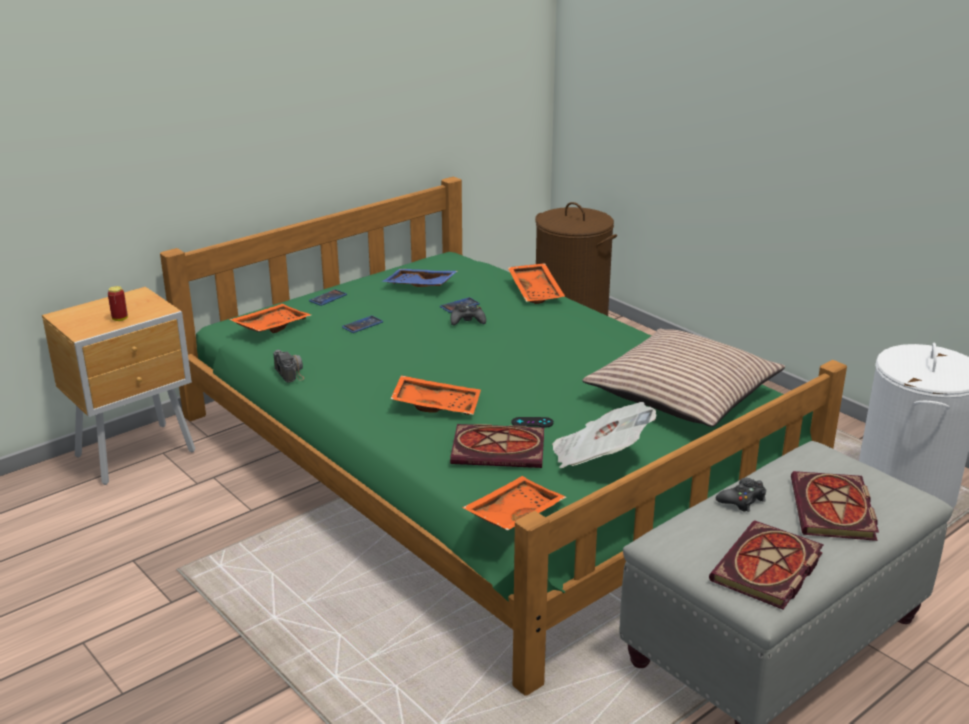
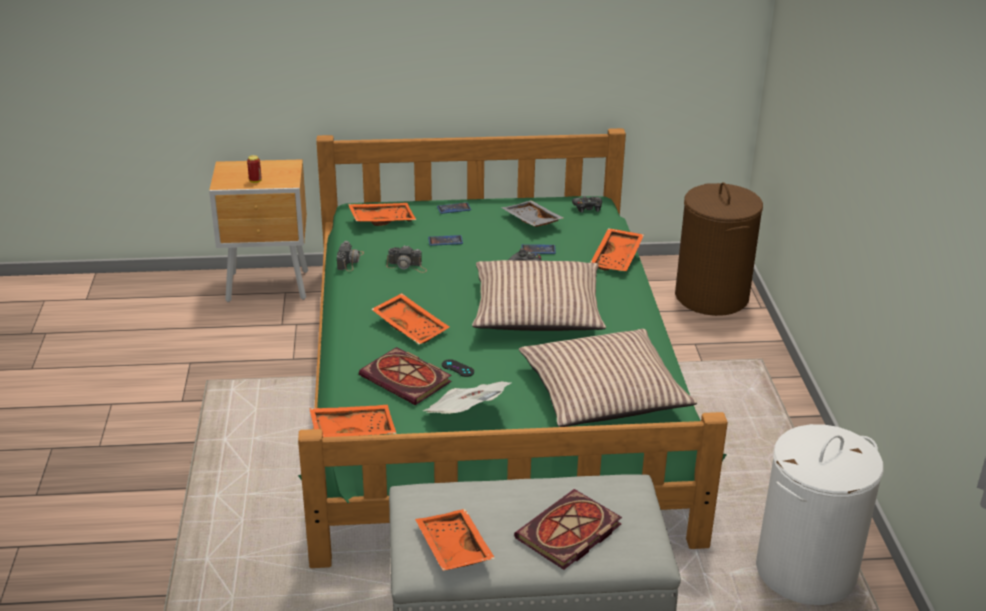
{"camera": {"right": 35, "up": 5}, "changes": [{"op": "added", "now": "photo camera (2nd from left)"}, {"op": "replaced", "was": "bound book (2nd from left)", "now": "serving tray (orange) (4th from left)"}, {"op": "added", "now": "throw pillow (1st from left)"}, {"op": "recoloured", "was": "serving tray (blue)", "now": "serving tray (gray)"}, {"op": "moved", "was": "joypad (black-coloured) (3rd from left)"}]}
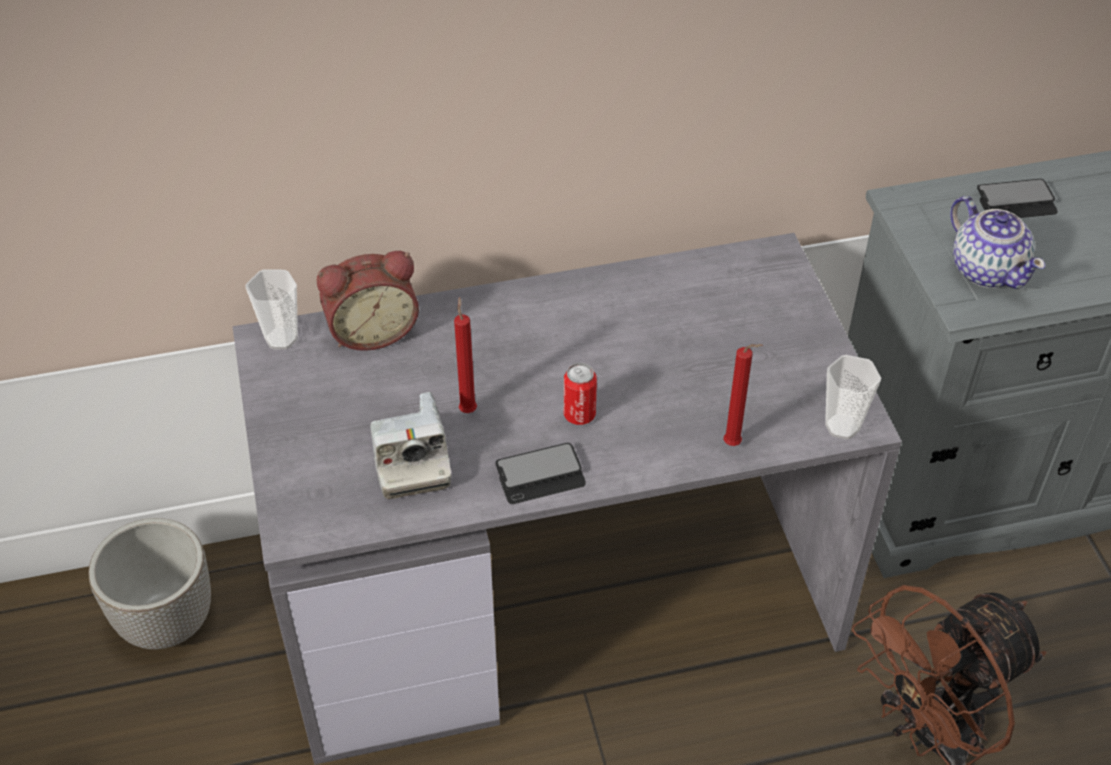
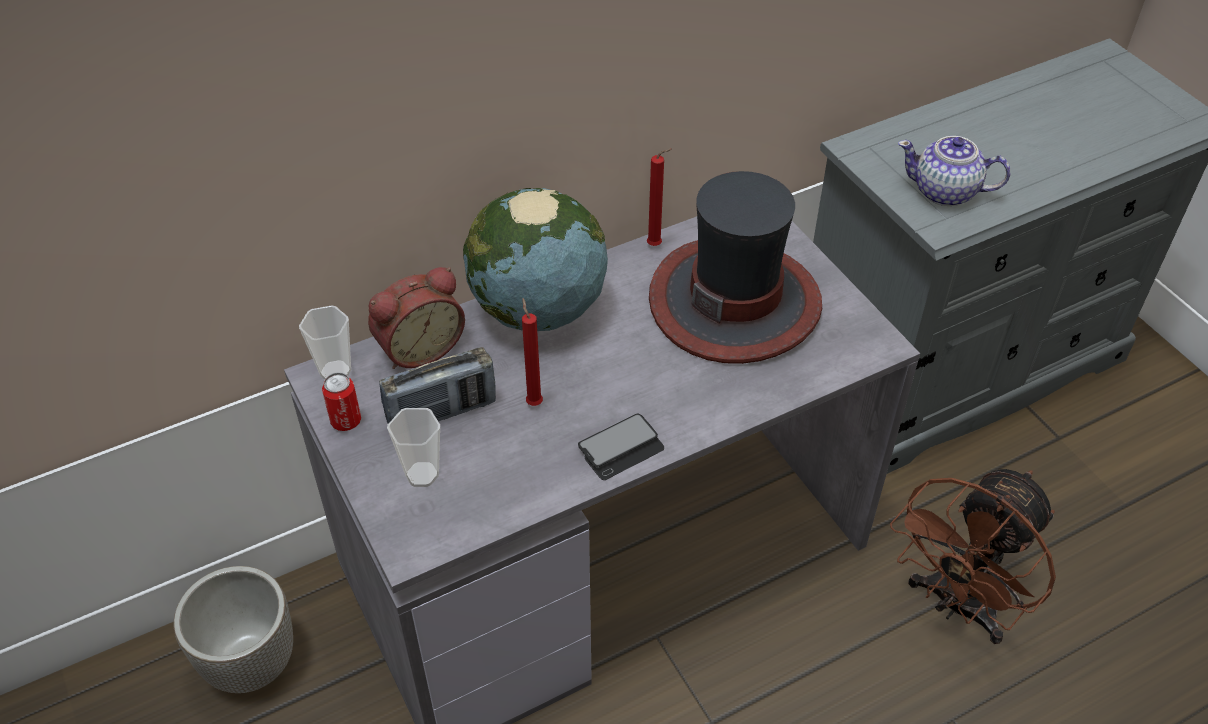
{"camera": {"right": -15, "up": 0}, "changes": [{"op": "moved", "was": "metal can"}, {"op": "added", "now": "radio set"}, {"op": "moved", "was": "cup (2nd from left)"}, {"op": "added", "now": "world globe"}, {"op": "moved", "was": "wax light (red-coloured) (2nd from left)"}, {"op": "added", "now": "clothing hat"}, {"op": "turned", "was": "teapot", "clockwise": 150}, {"op": "removed", "was": "photo camera"}, {"op": "removed", "was": "phone (2nd from left)"}]}
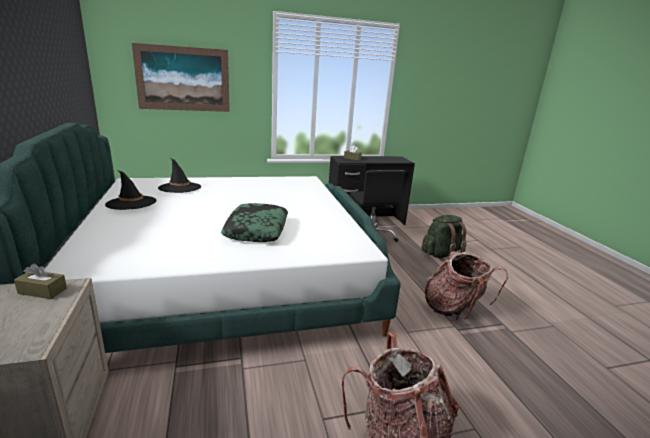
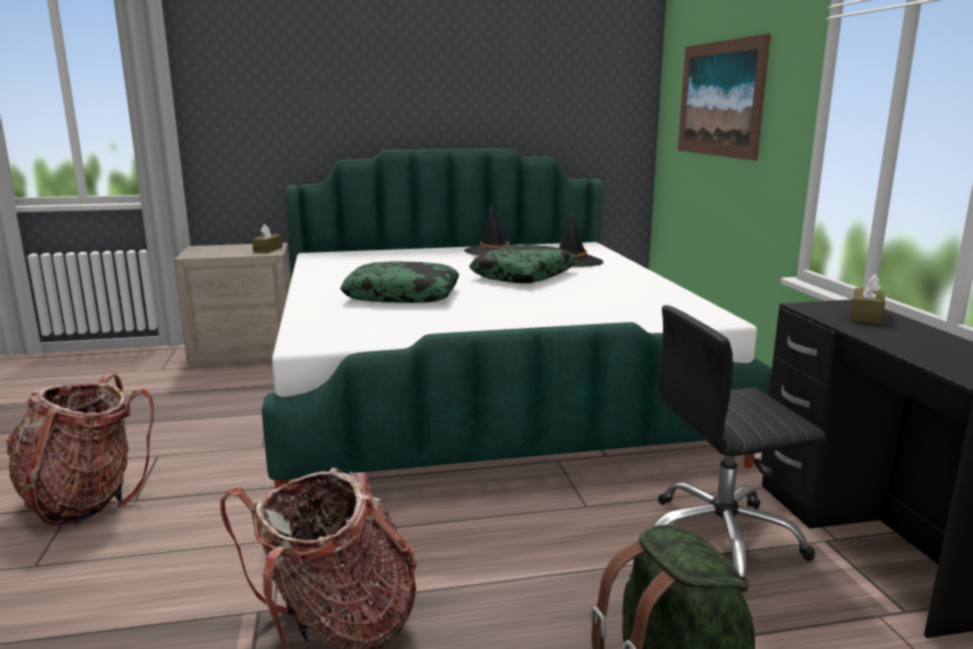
{"camera": {"right": 95, "up": -5}, "changes": [{"op": "added", "now": "throw pillow (2nd from left)"}]}
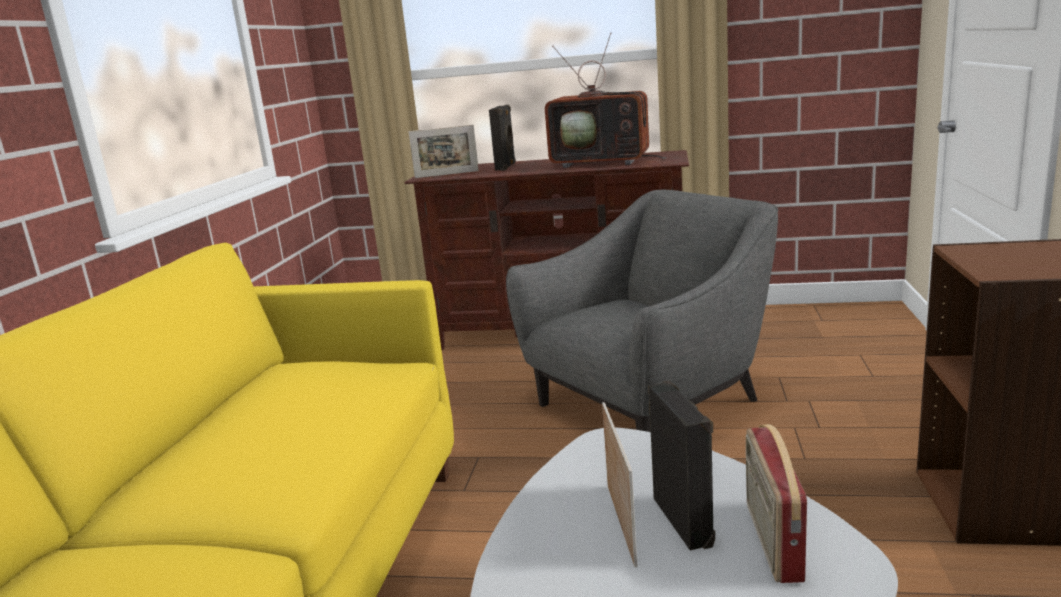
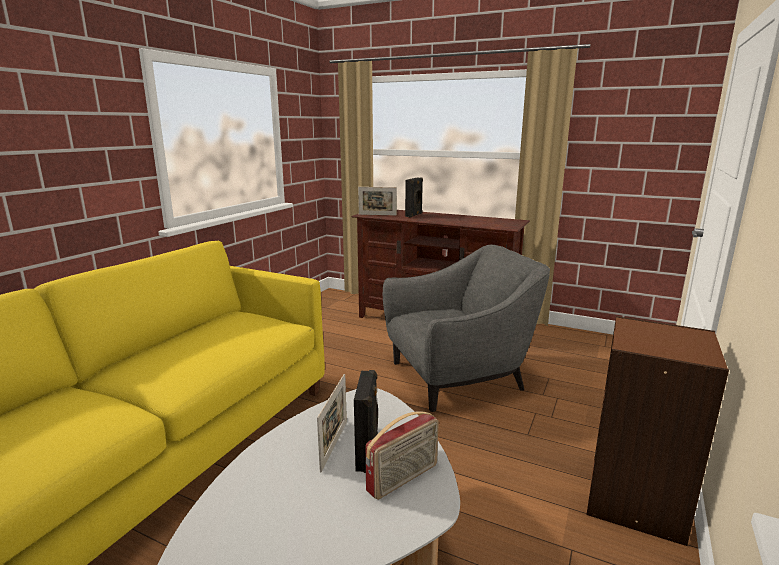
{"camera": {"right": 15, "up": 0}, "changes": [{"op": "turned", "was": "radio set", "clockwise": -150}, {"op": "removed", "was": "TV"}]}
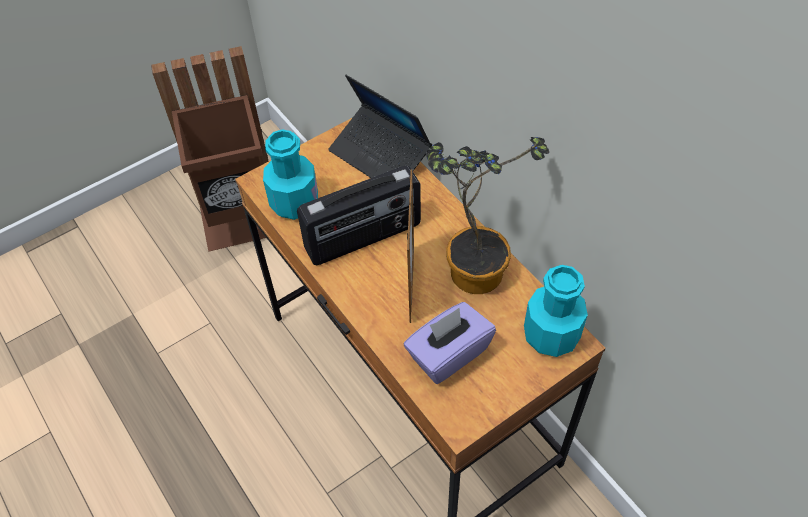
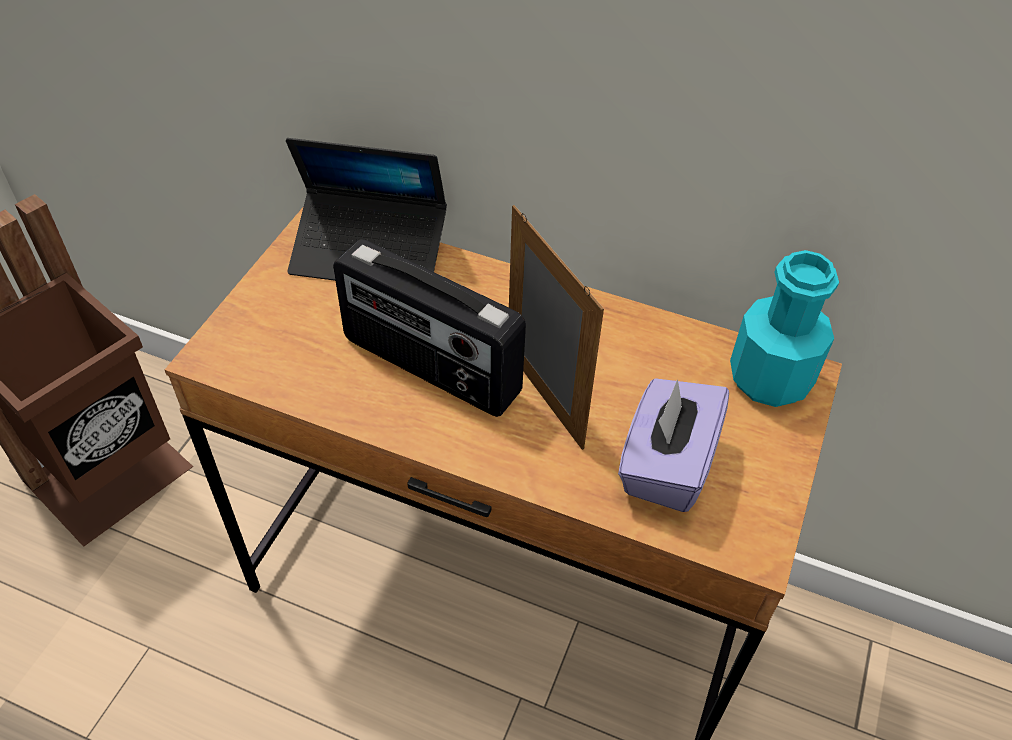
{"camera": {"right": -35, "up": -5}, "changes": [{"op": "turned", "was": "radio set", "clockwise": 90}, {"op": "removed", "was": "beverage bottle (turquoise-coloured) (1st from left)"}, {"op": "removed", "was": "houseplant"}]}
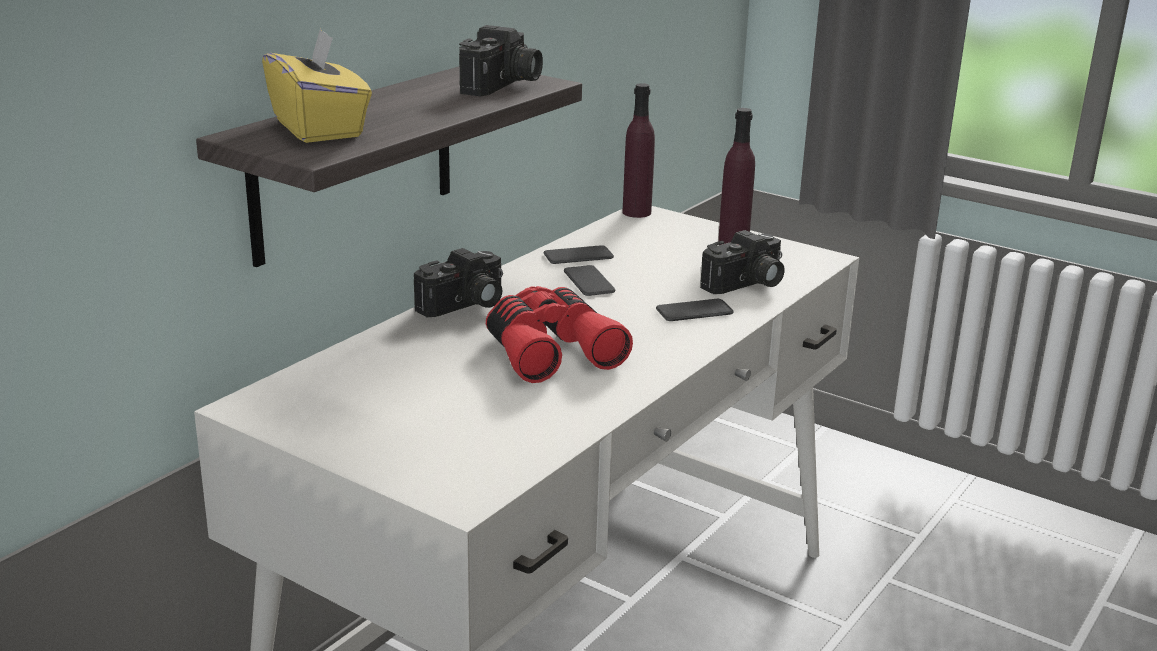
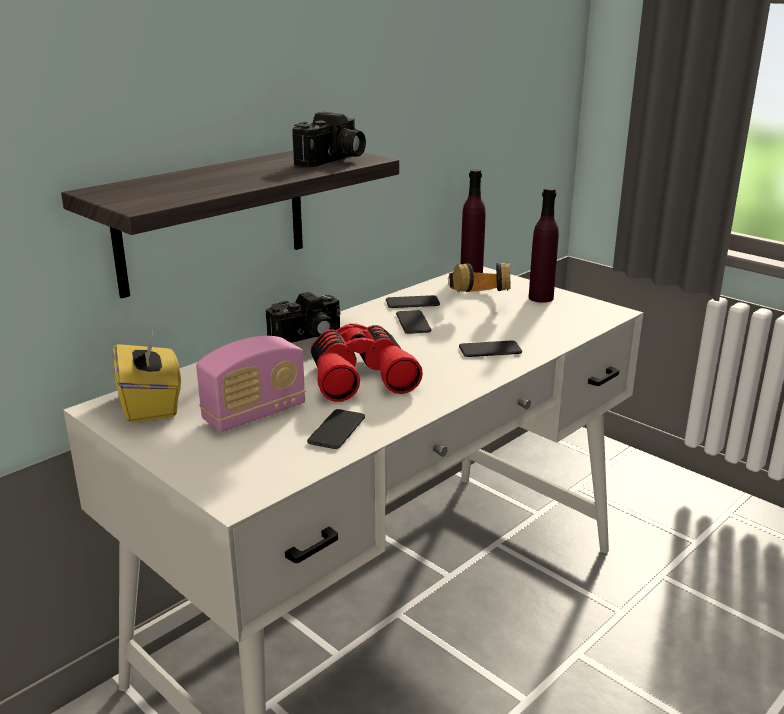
{"camera": {"right": 10, "up": 0}, "changes": [{"op": "moved", "was": "box of tissues (yellowish)"}, {"op": "added", "now": "radio set"}, {"op": "added", "now": "phone (1st from left)"}, {"op": "added", "now": "headphones"}, {"op": "removed", "was": "photo camera (3rd from left)"}]}
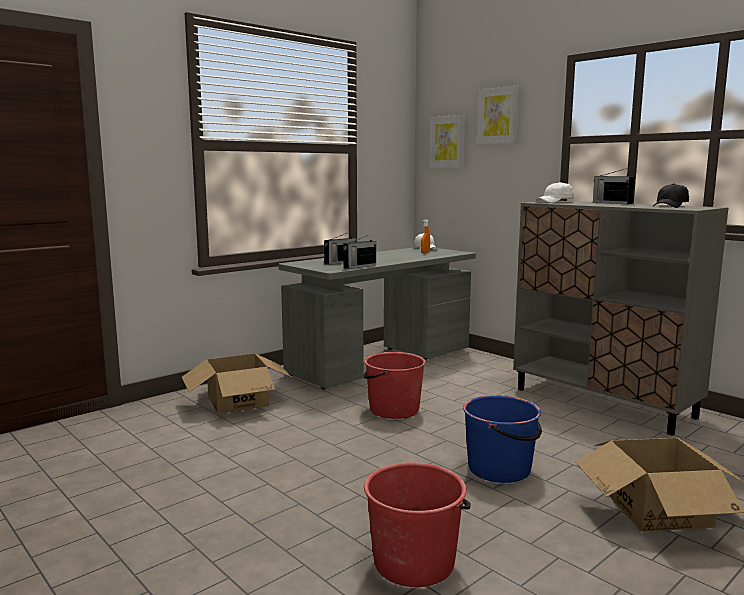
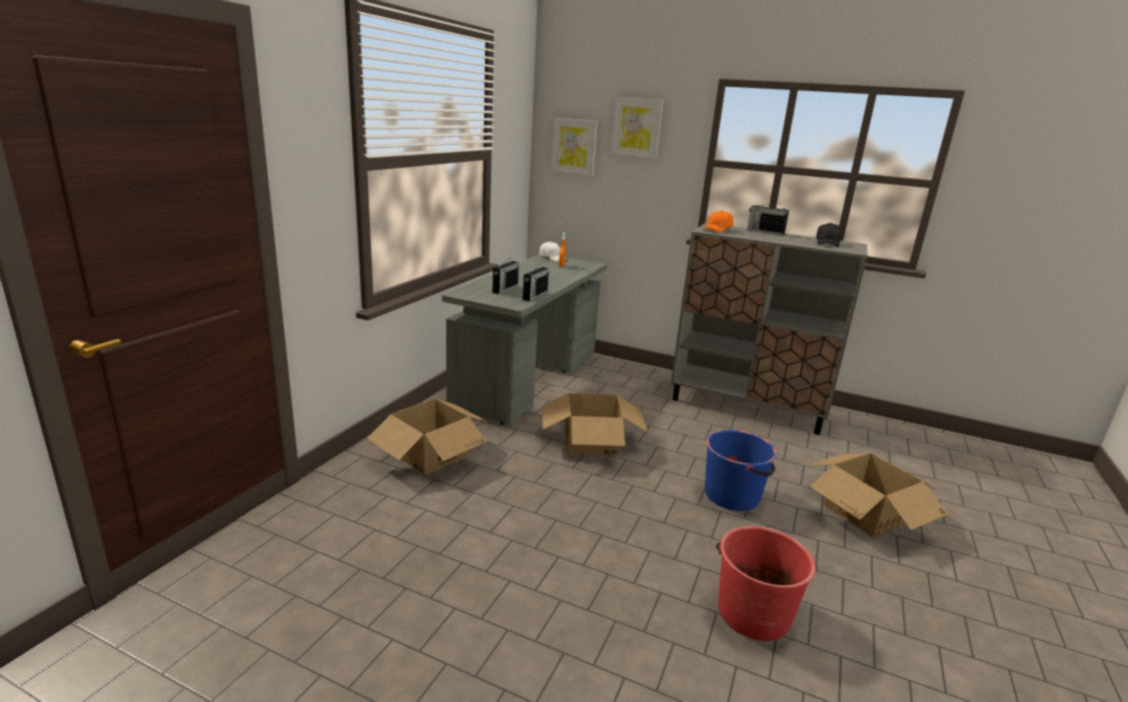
{"camera": {"right": -25, "up": 10}, "changes": [{"op": "replaced", "was": "pail (red-coloured) (1st from left)", "now": "packing box (2nd from left)"}, {"op": "recoloured", "was": "peaked cap (white-coloured) (2nd from left)", "now": "peaked cap (orange)"}]}
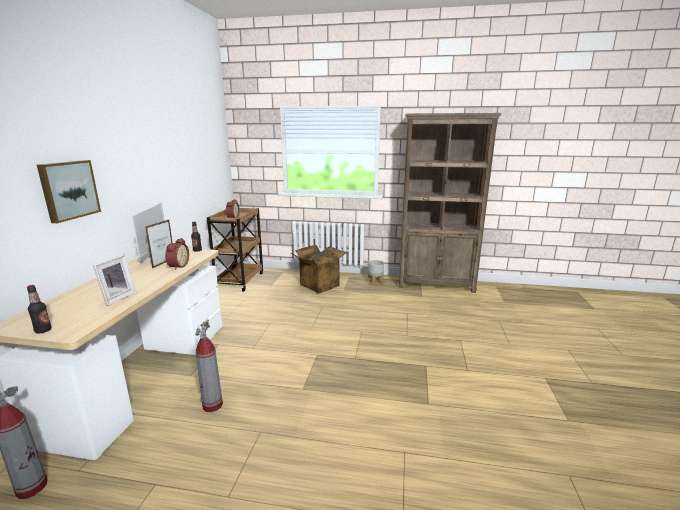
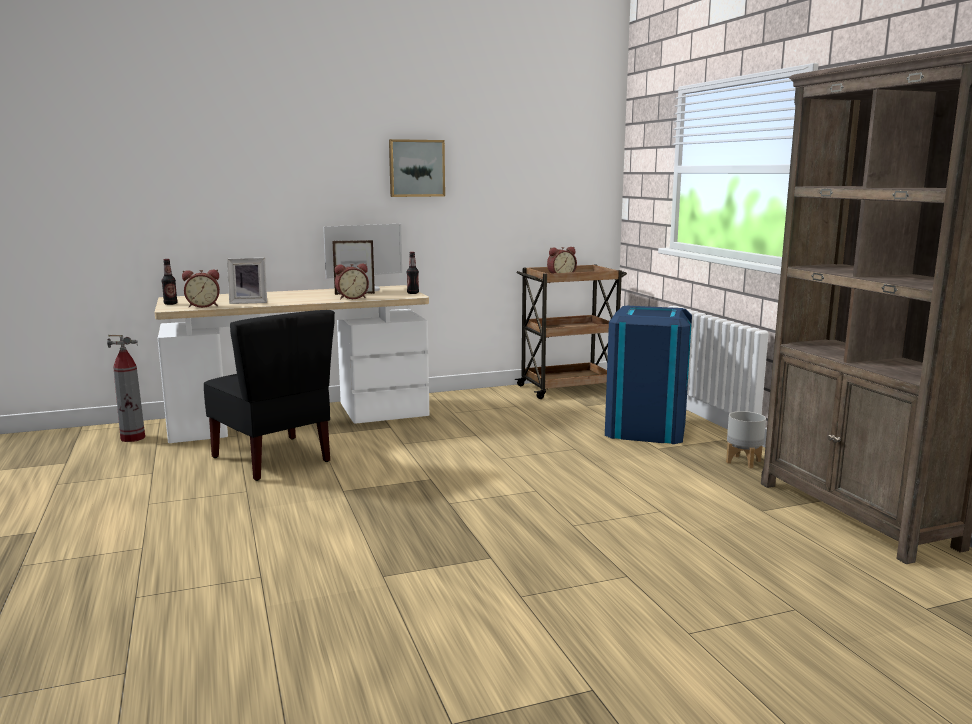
{"camera": {"right": 60, "up": -5}, "changes": [{"op": "added", "now": "alarm clock (1st from left)"}, {"op": "replaced", "was": "fire extinguisher (2nd from left)", "now": "upright chair (black-coloured)"}, {"op": "moved", "was": "picture"}, {"op": "replaced", "was": "packing box", "now": "rubbish bin (blue)"}]}
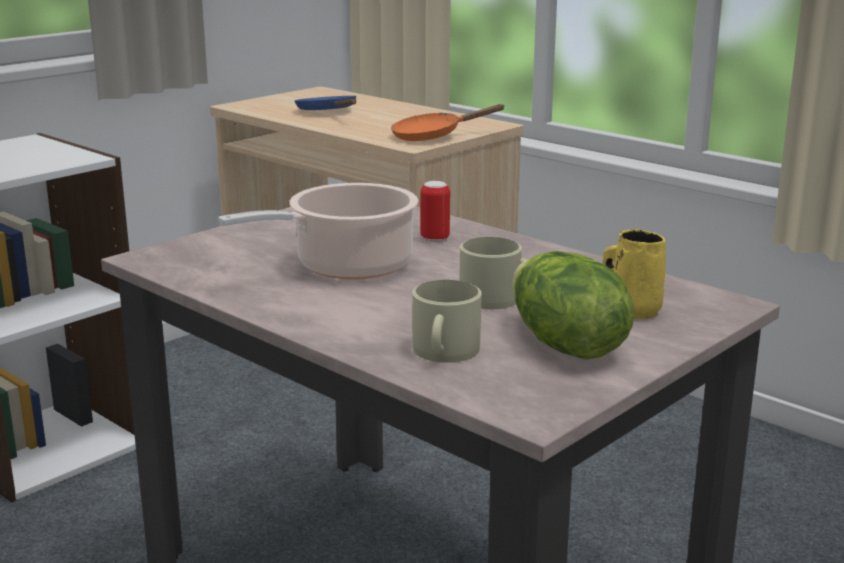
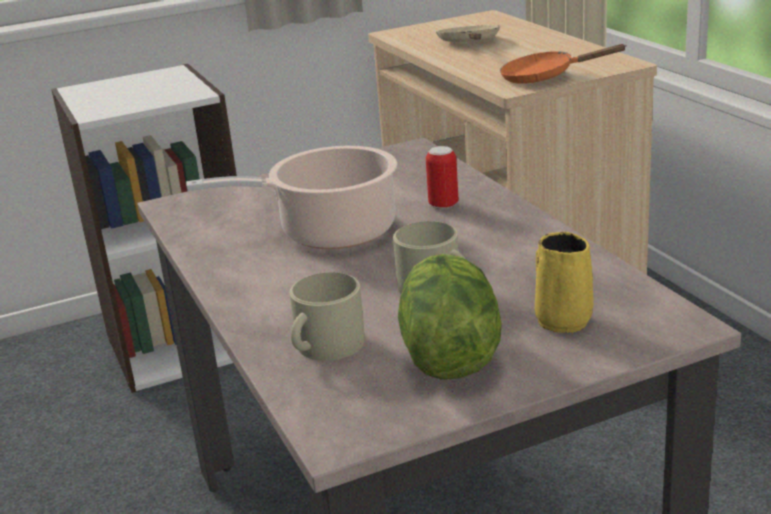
{"camera": {"right": 25, "up": 5}, "changes": [{"op": "recoloured", "was": "frying pan (blue)", "now": "frying pan (beige-coloured)"}]}
